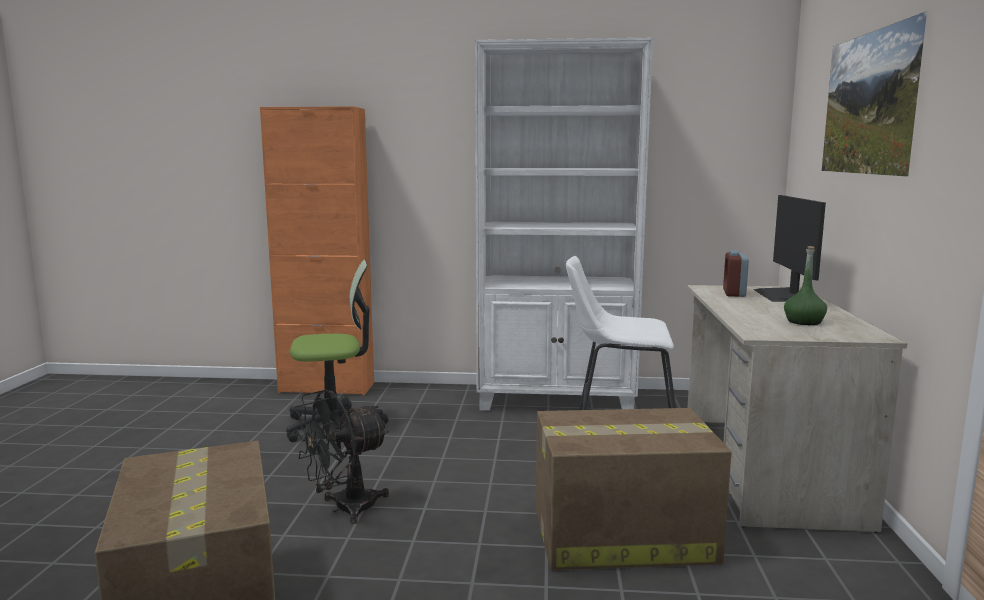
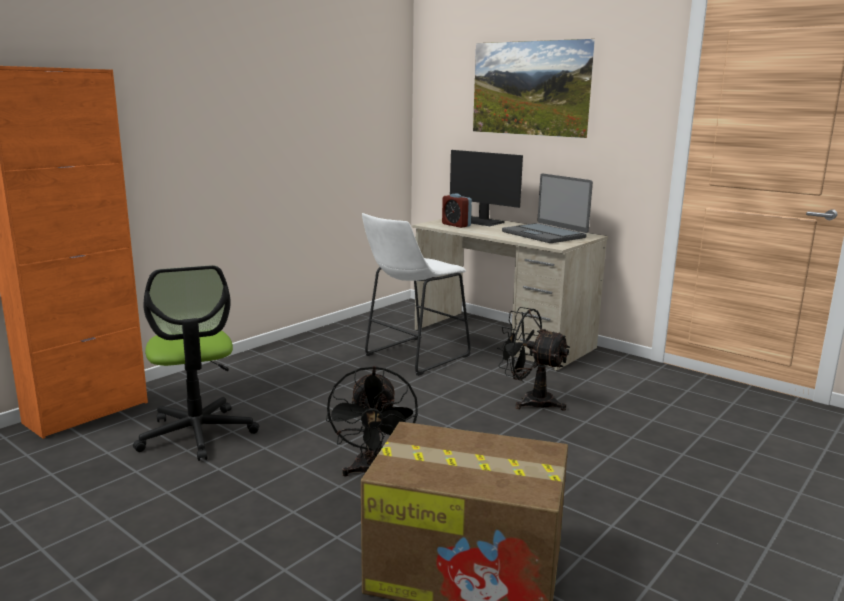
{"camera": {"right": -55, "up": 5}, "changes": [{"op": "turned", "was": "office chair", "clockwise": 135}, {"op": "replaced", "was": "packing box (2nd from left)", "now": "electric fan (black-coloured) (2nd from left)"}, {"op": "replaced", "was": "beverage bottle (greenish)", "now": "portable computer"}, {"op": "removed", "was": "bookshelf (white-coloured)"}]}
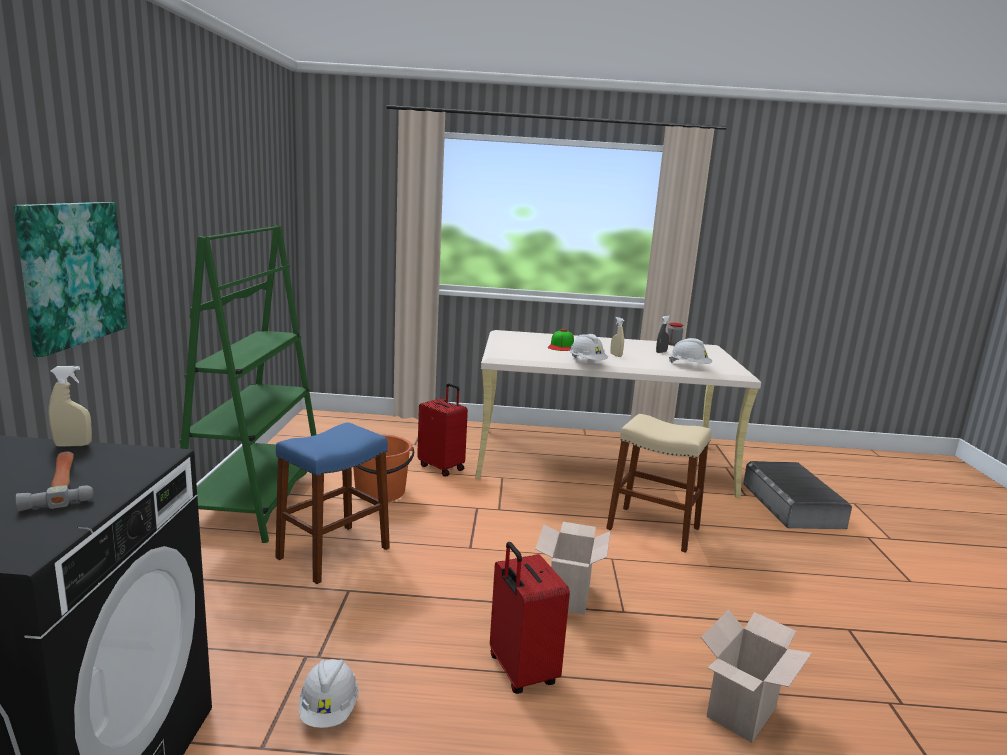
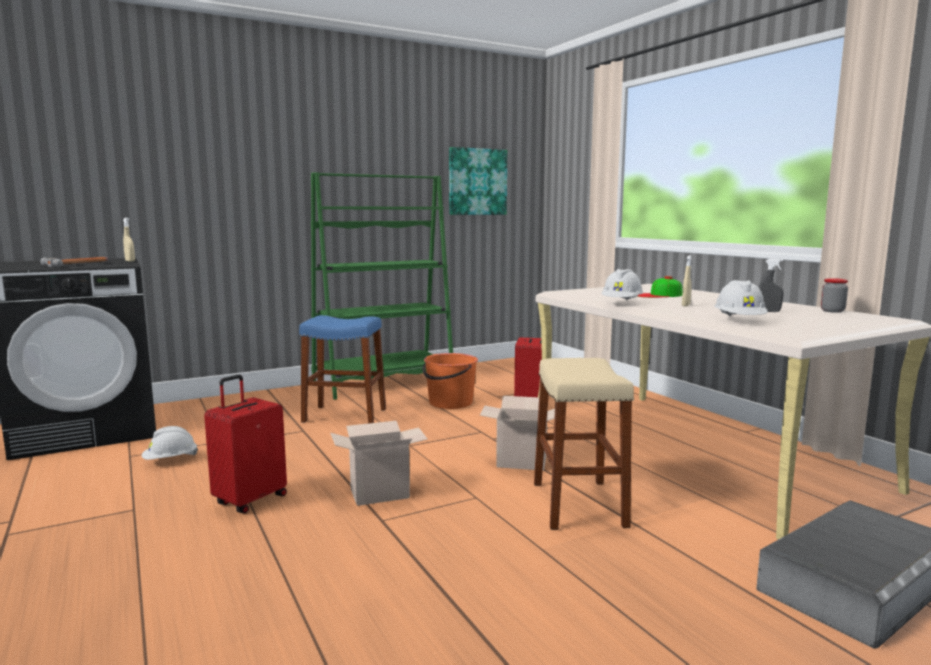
{"camera": {"right": 60, "up": -5}, "changes": [{"op": "moved", "was": "picture"}, {"op": "moved", "was": "packing box (2nd from left)"}]}
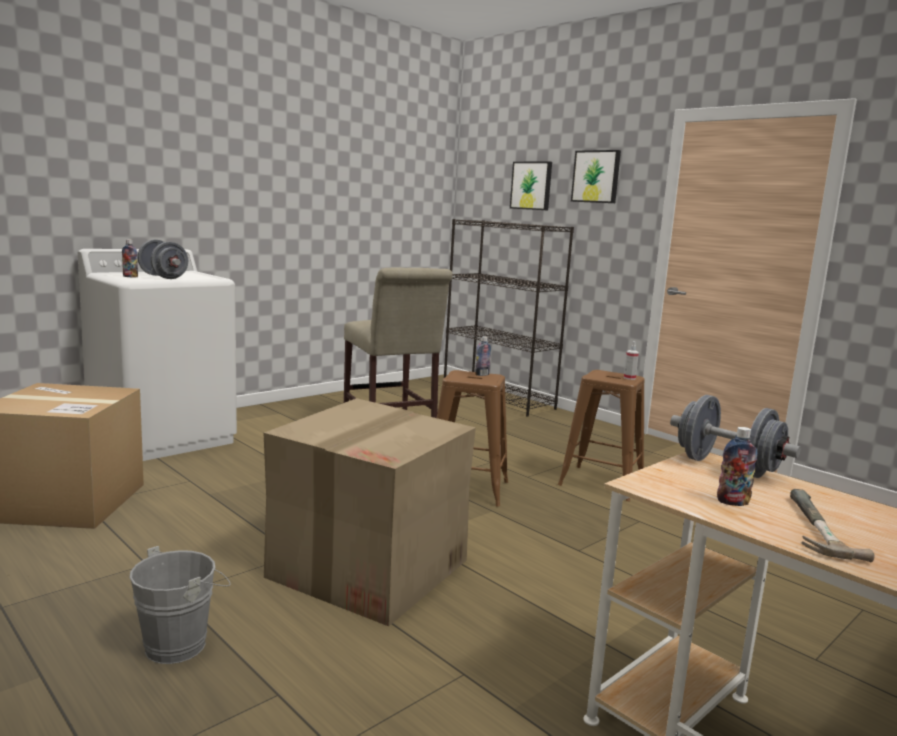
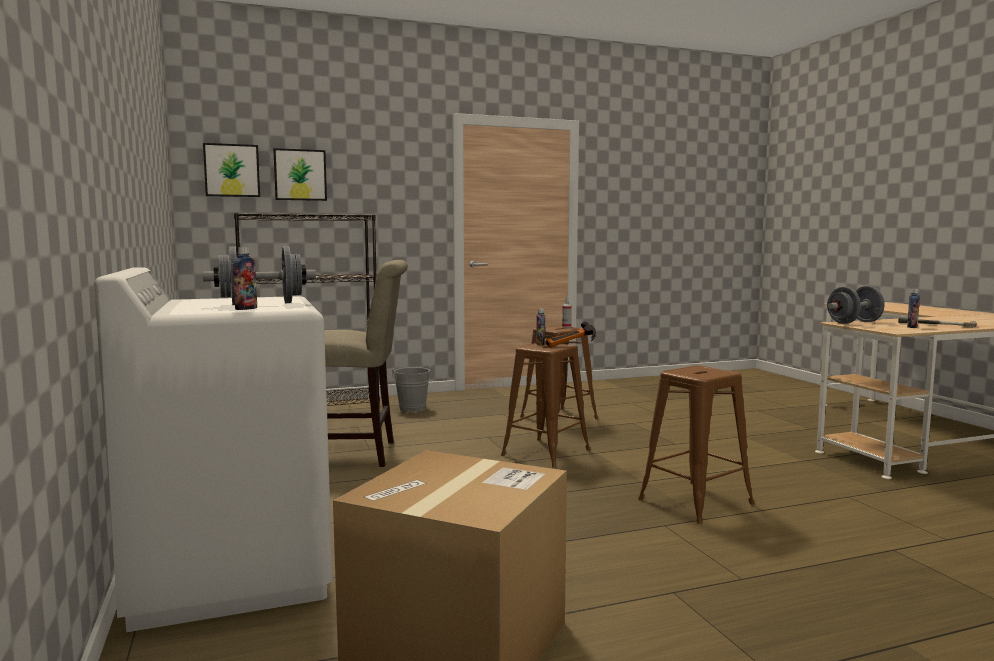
{"camera": {"right": -65, "up": -5}, "changes": [{"op": "moved", "was": "picture (2nd from left in the first image)", "now": "picture (1st from left)"}, {"op": "moved", "was": "pail (gray)"}, {"op": "added", "now": "tool hammer (1st from left)"}, {"op": "replaced", "was": "packing box (2nd from left)", "now": "sitting stool (brownish) (3rd from left)"}]}
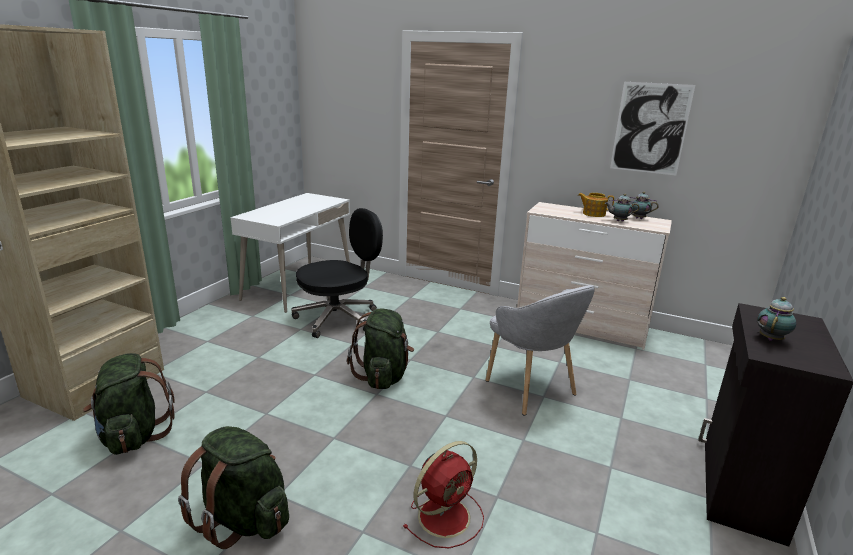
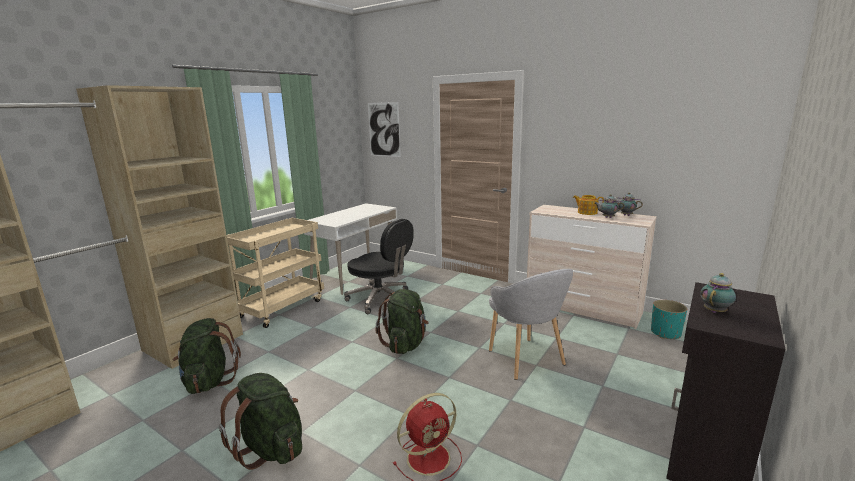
{"camera": {"right": 10, "up": -5}, "changes": [{"op": "added", "now": "wheeled cart (beige-coloured)"}, {"op": "turned", "was": "office chair (black-coloured)", "clockwise": 60}, {"op": "moved", "was": "picture"}, {"op": "added", "now": "planter (turquoise-coloured)"}]}
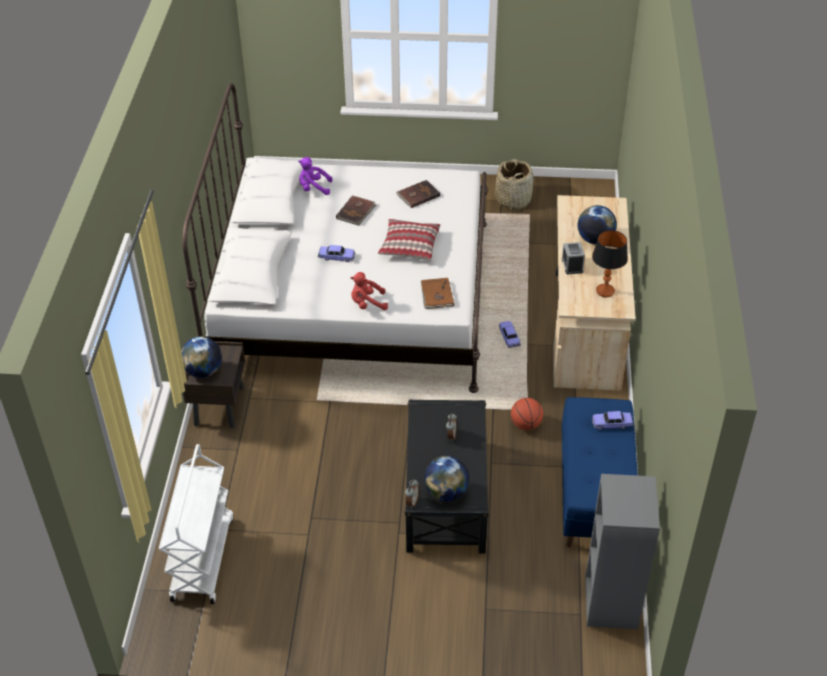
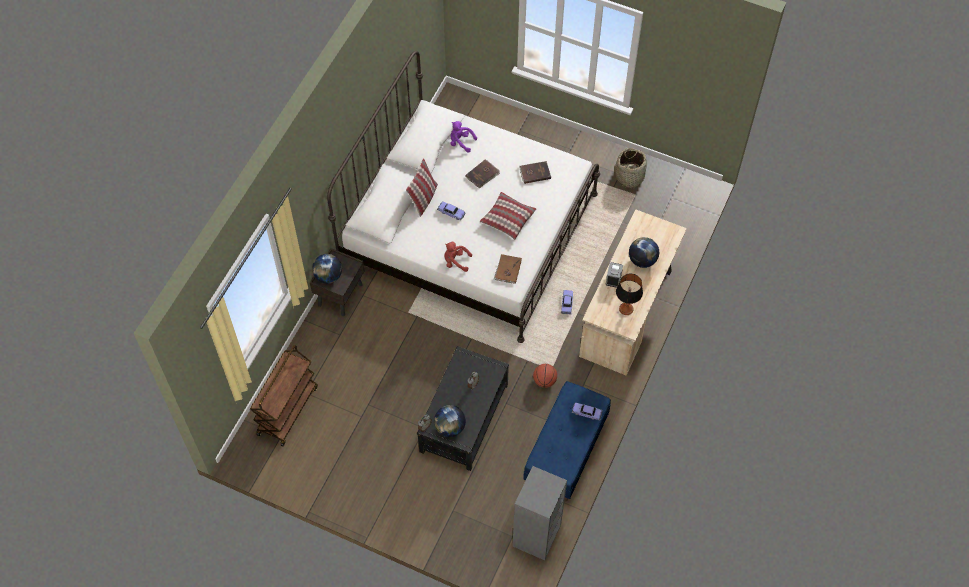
{"camera": {"right": 20, "up": 15}, "changes": [{"op": "recoloured", "was": "wheeled cart (white-coloured)", "now": "wheeled cart (brownish)"}, {"op": "added", "now": "throw pillow (1st from left)"}]}
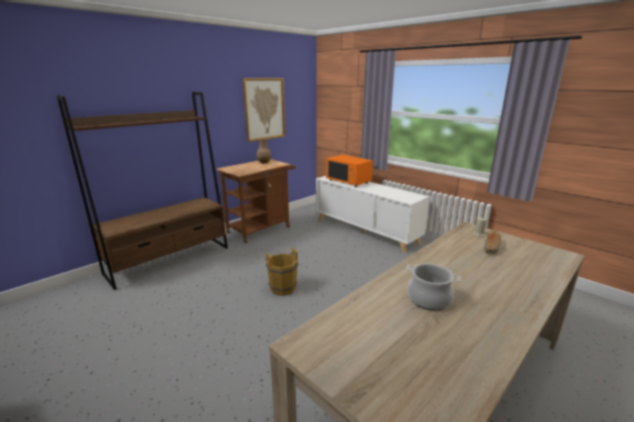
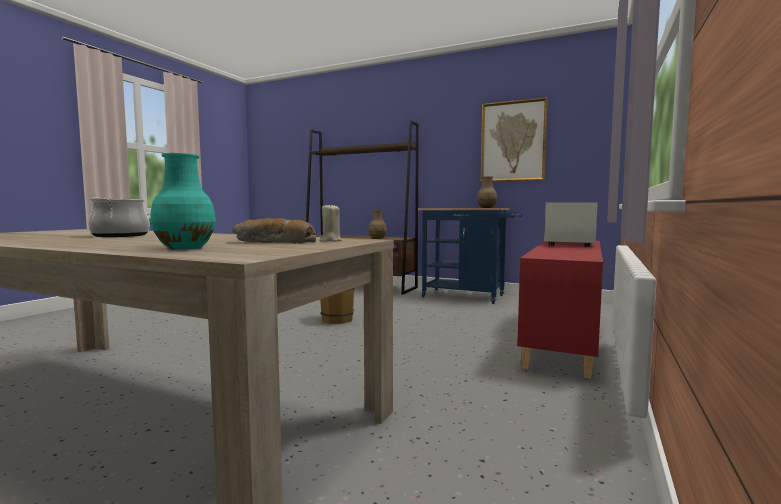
{"camera": {"right": 70, "up": -15}, "changes": [{"op": "added", "now": "flower vase (turquoise-coloured)"}, {"op": "added", "now": "flower vase (brownish) (1st from left)"}, {"op": "recoloured", "was": "wheeled cart (brownish)", "now": "wheeled cart (blue)"}, {"op": "recoloured", "was": "storage cabinet (white-coloured)", "now": "storage cabinet (red-coloured)"}, {"op": "recoloured", "was": "microwave oven (orange)", "now": "microwave oven (white-coloured)"}]}
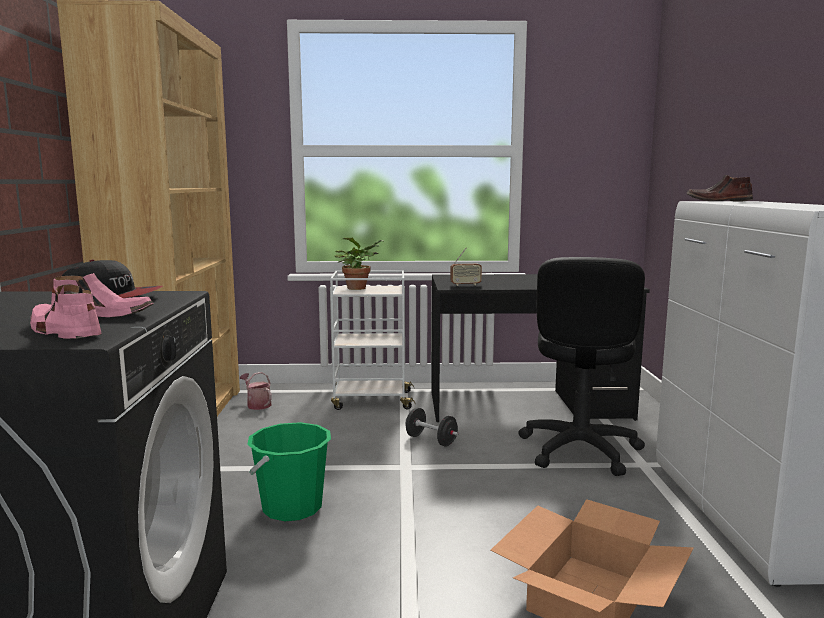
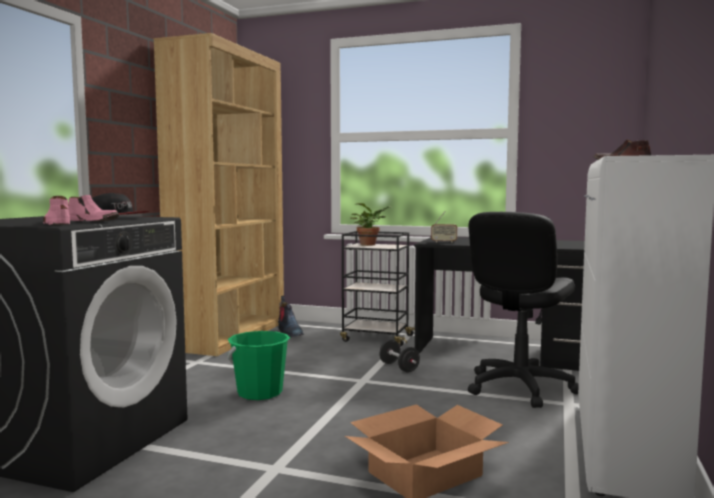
{"camera": {"right": 20, "up": -5}, "changes": [{"op": "replaced", "was": "watering can", "now": "high-top boot"}, {"op": "recoloured", "was": "wheeled cart (white-coloured)", "now": "wheeled cart (black-coloured)"}]}
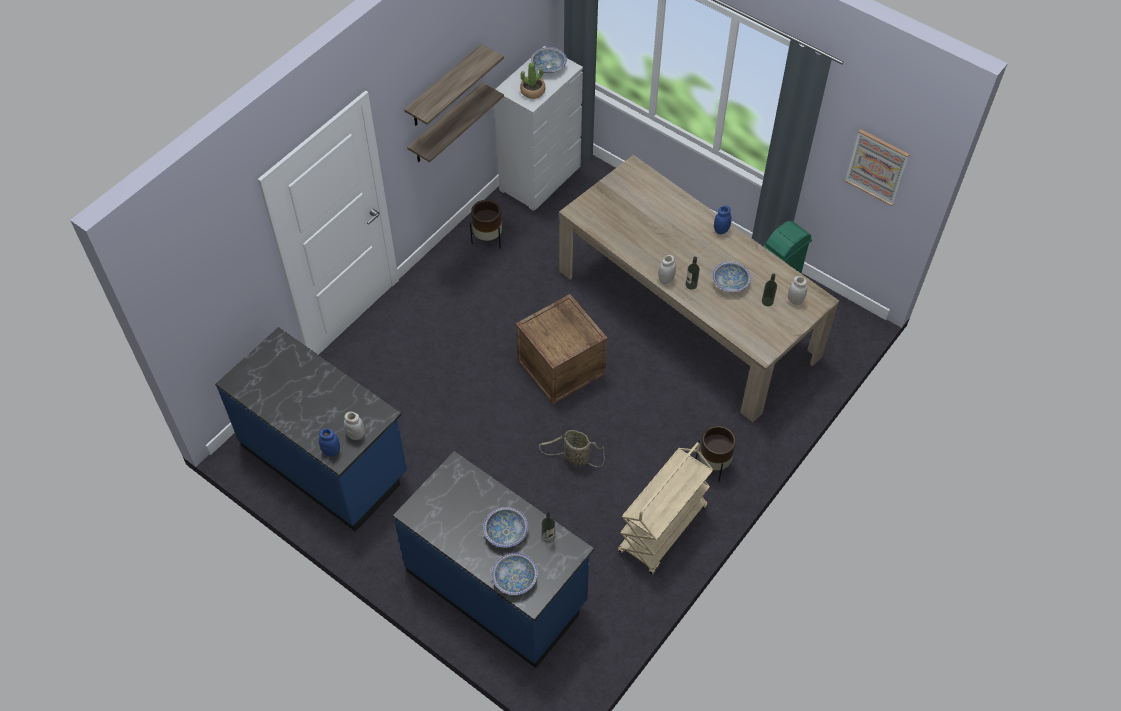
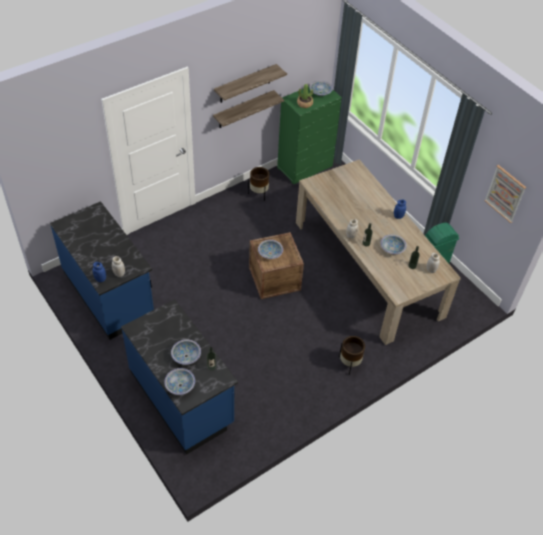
{"camera": {"right": 15, "up": -5}, "changes": [{"op": "added", "now": "serving bowl (3rd from left)"}, {"op": "recoloured", "was": "chest of drawers (white-coloured)", "now": "chest of drawers (greenish)"}, {"op": "removed", "was": "household basket"}, {"op": "removed", "was": "wheeled cart (beige-coloured)"}]}
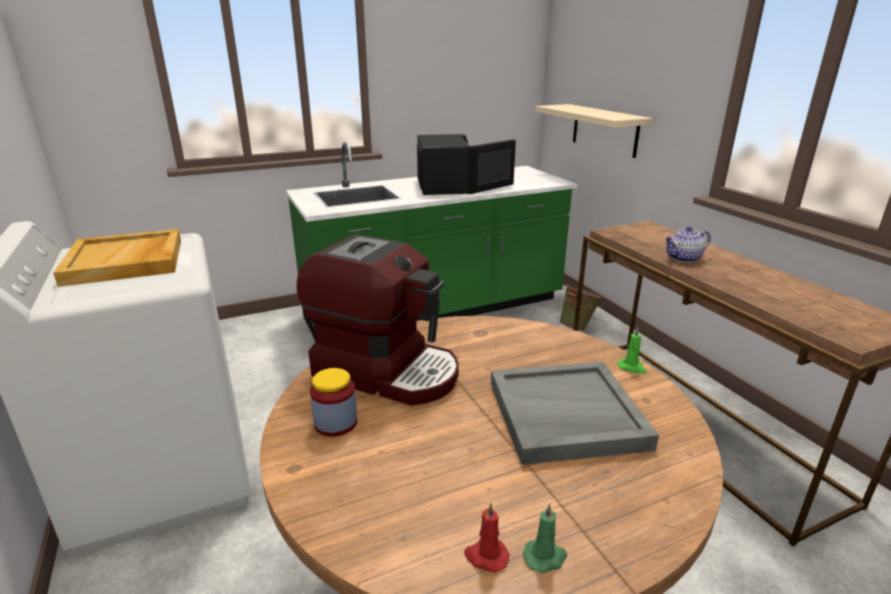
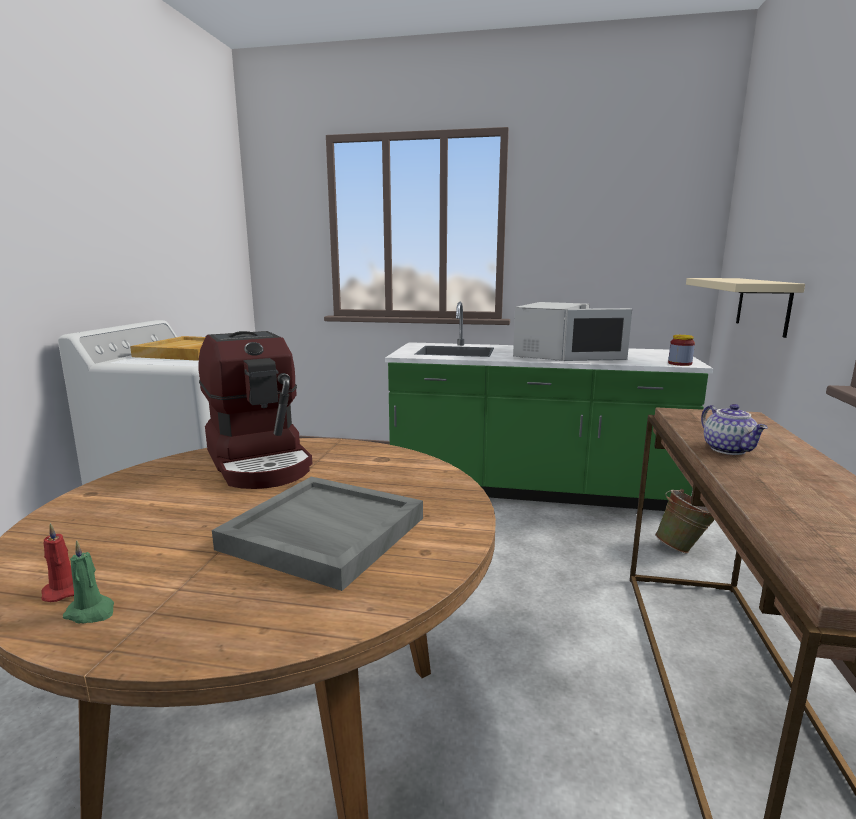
{"camera": {"right": 35, "up": -10}, "changes": [{"op": "recoloured", "was": "microwave oven (black-coloured)", "now": "microwave oven (white-coloured)"}, {"op": "moved", "was": "storage jar"}, {"op": "turned", "was": "teapot", "clockwise": -120}, {"op": "removed", "was": "wax light (greenish) (2nd from left)"}]}
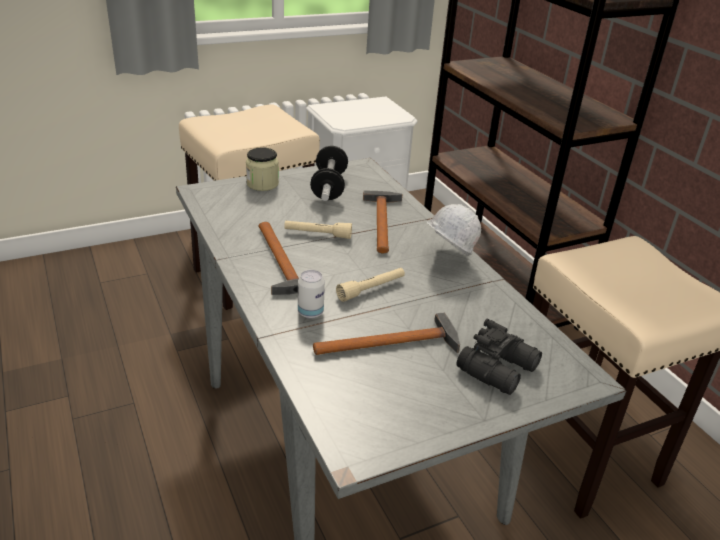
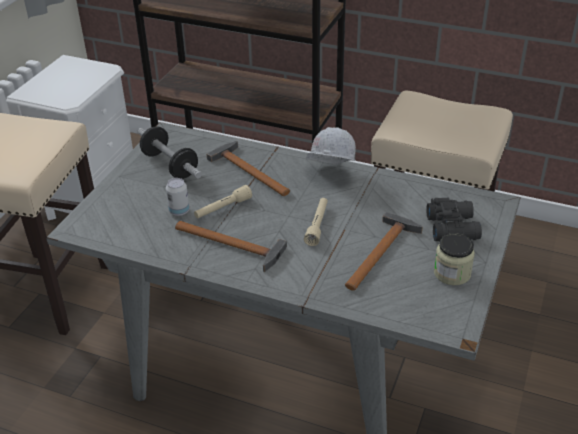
{"camera": {"right": -40, "up": 5}, "changes": [{"op": "moved", "was": "metal can"}, {"op": "moved", "was": "storage jar"}]}
